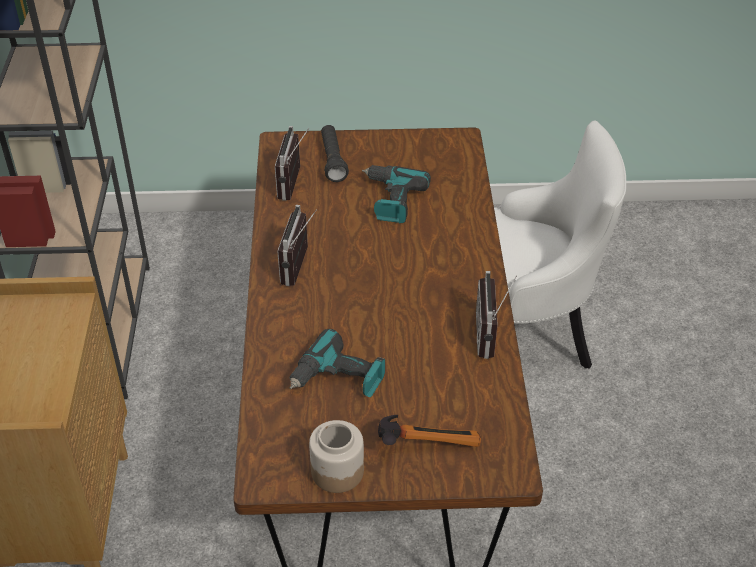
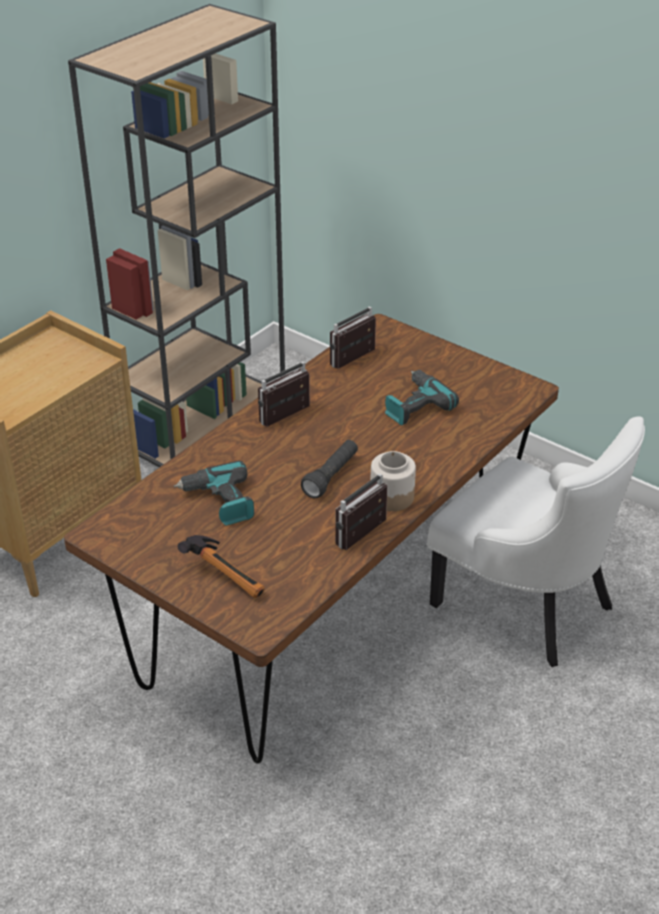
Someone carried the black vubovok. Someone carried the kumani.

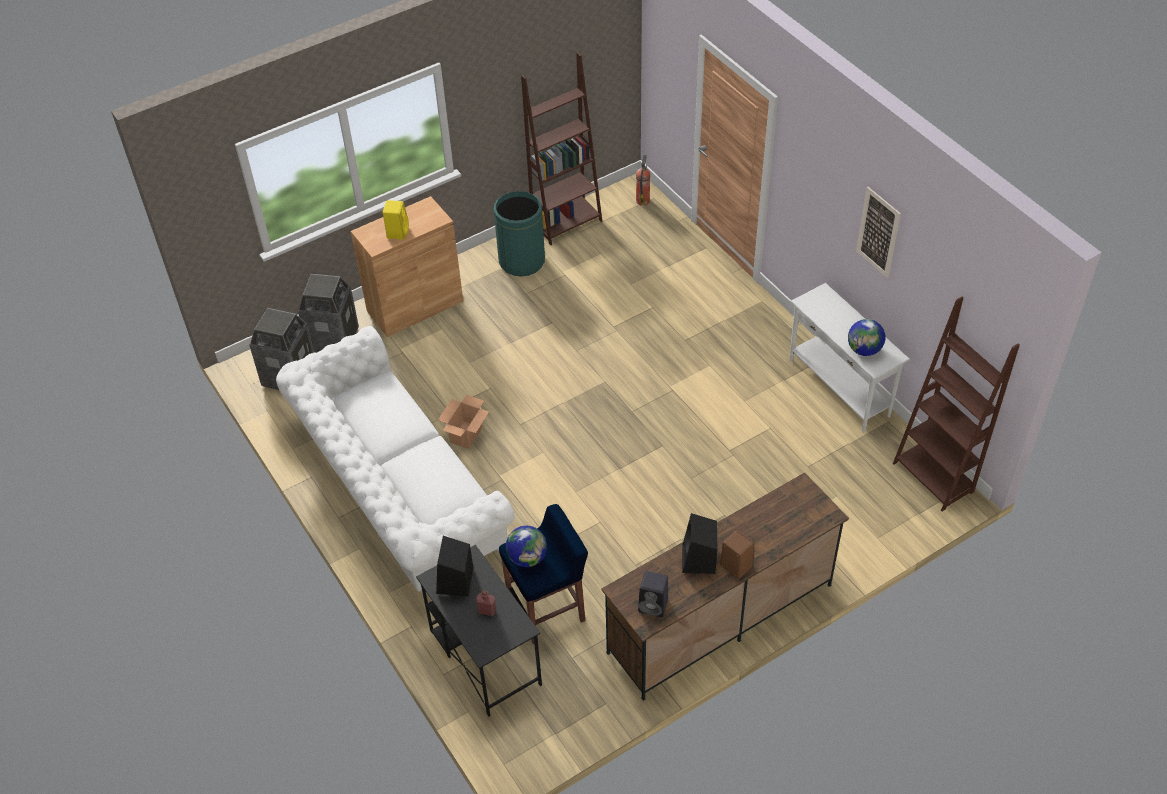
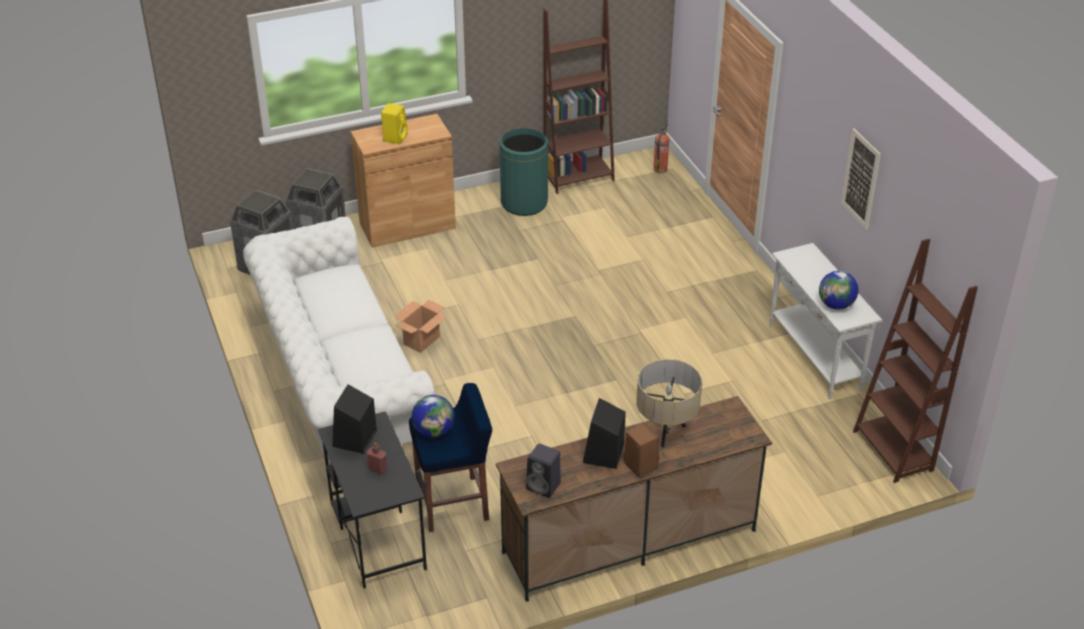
Someone put down the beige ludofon.

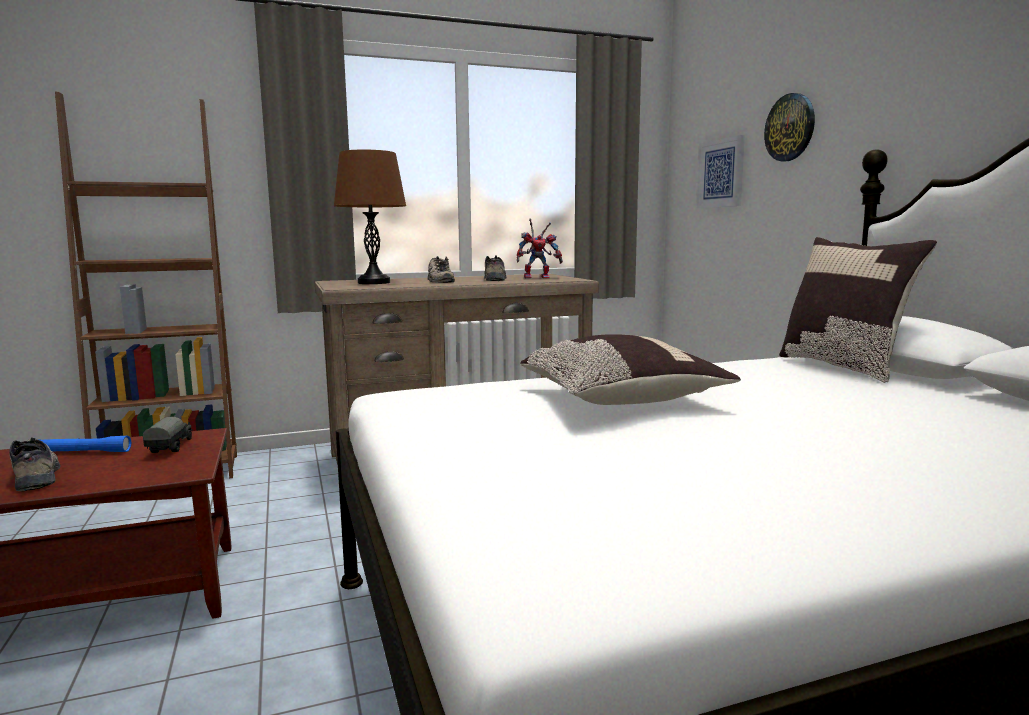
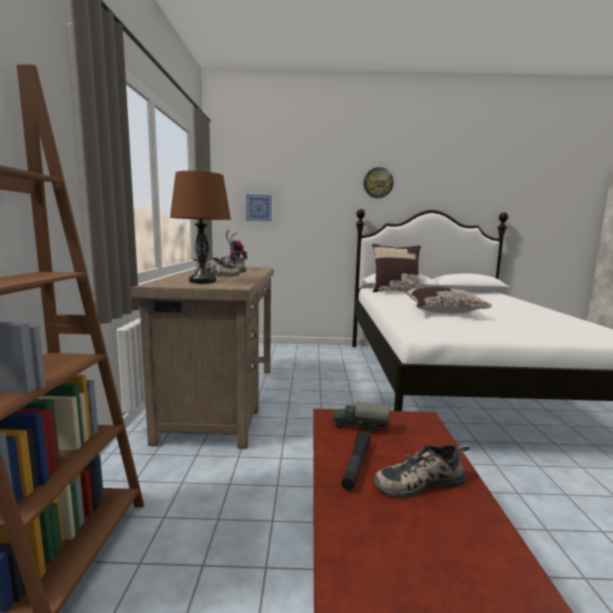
Someone repainted the blue vubovok, which became the black vubovok. Someone carried the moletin.

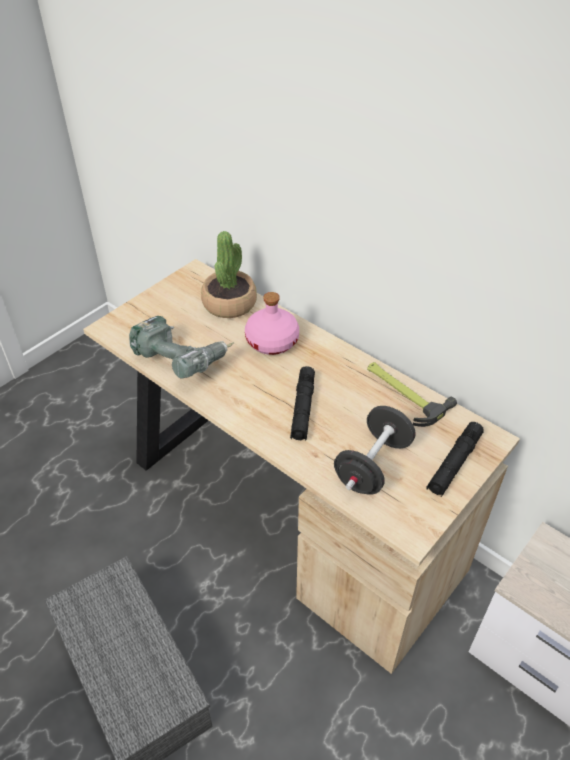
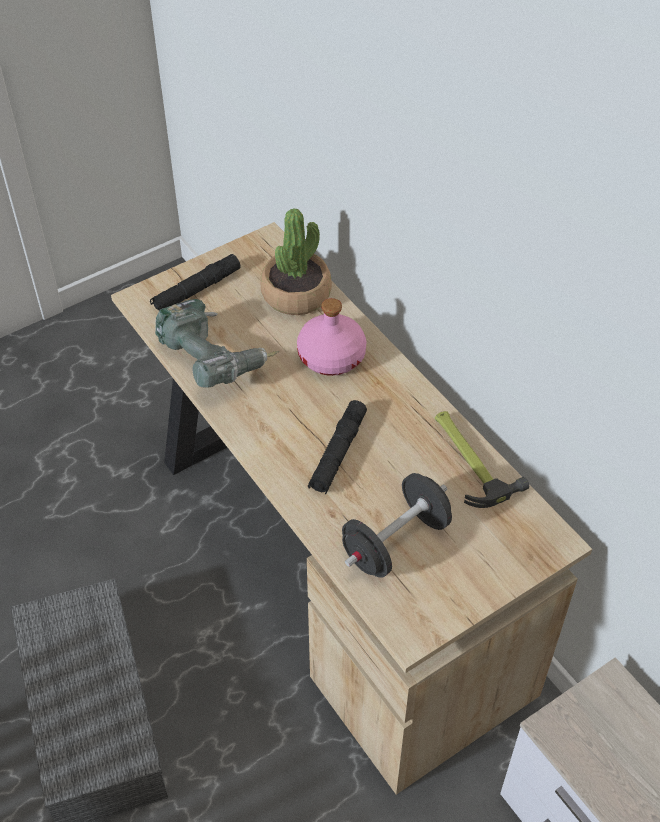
Someone carried the black vubovok (no. 2 from left in the first image).

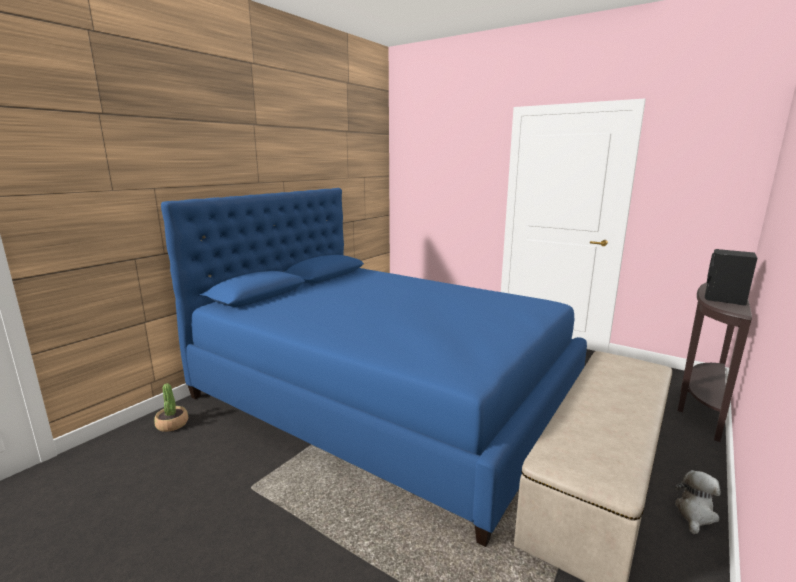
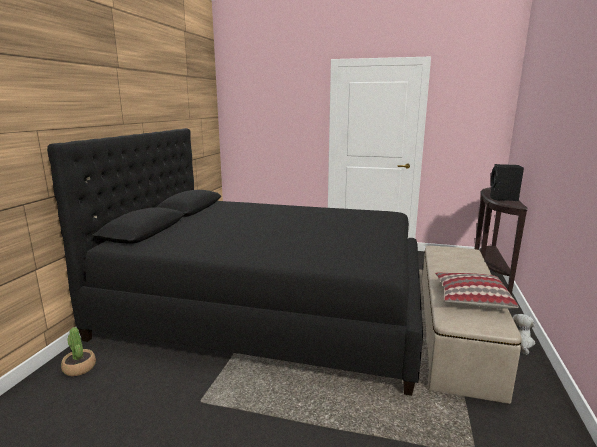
Someone repainted the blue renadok, which became the black renadok. Someone put down the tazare.

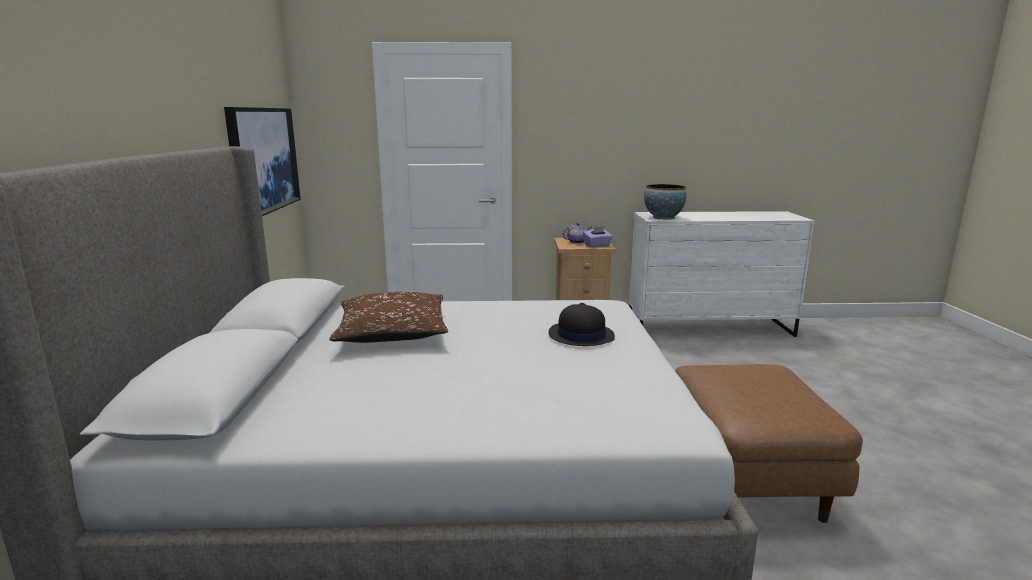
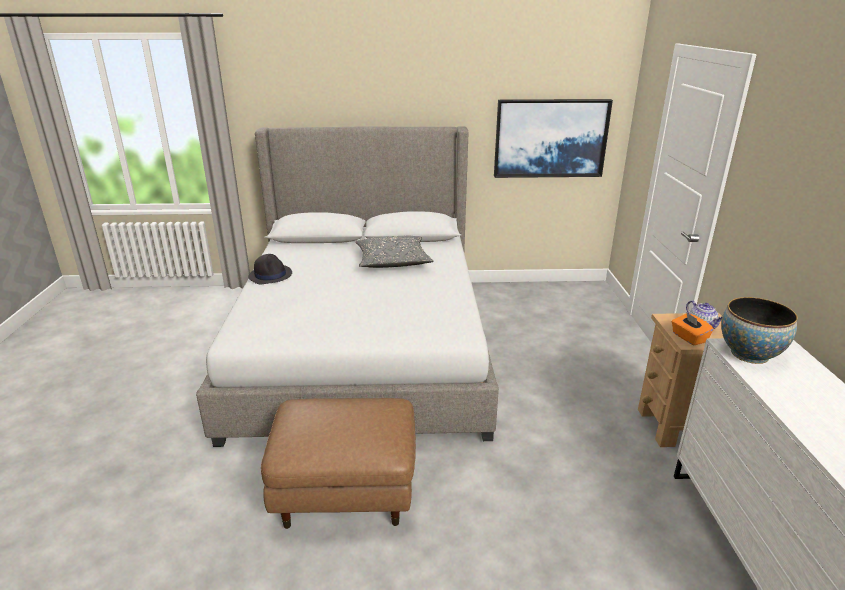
Someone carried the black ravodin. Someone repainted the brown tazare, which became the grey tazare. Someone repainted the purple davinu, which became the orange davinu.

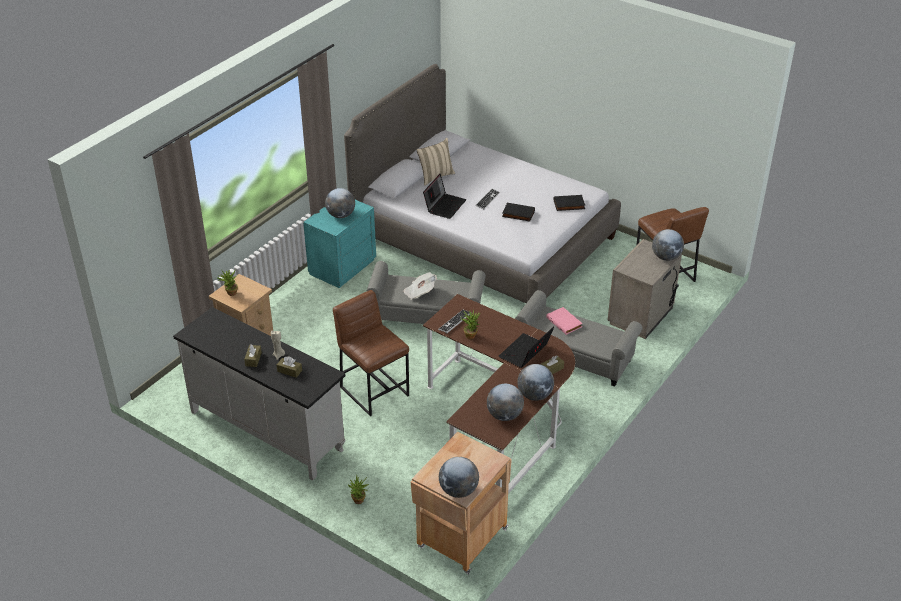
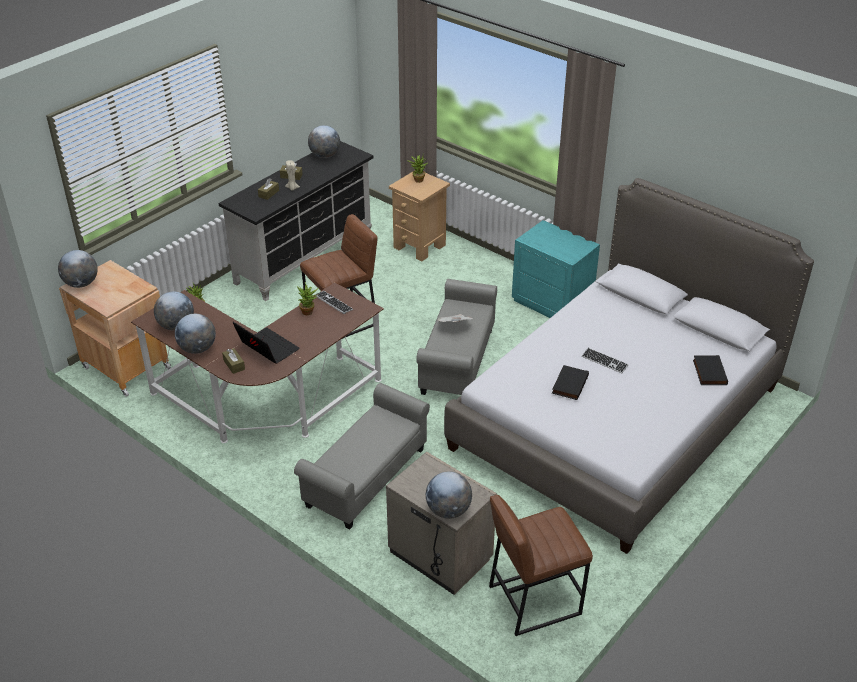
Someone carried the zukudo (no. 1 from left in the first image). Someone carried the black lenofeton (no. 2 from left). Someone took away the beige tazare. Someone took away the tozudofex (no. 1 from left). Someone took away the pink lenofeton.

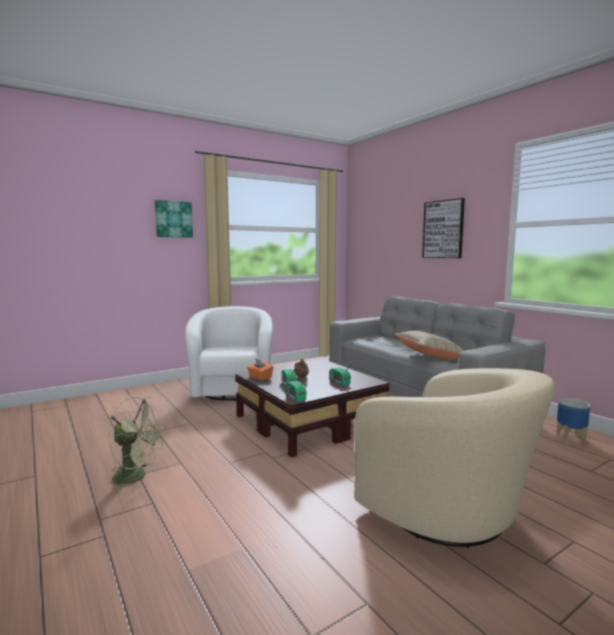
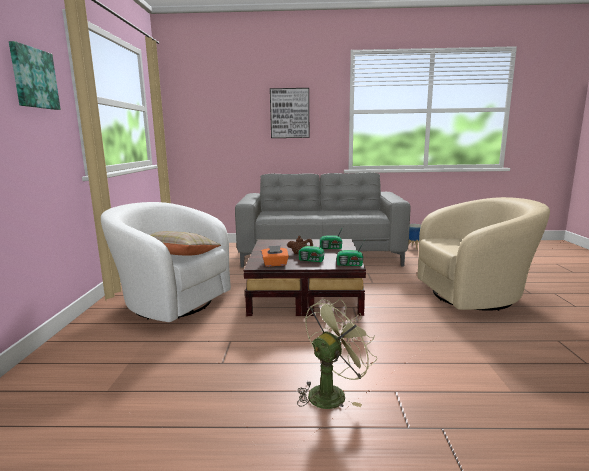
Someone carried the beige tazare.

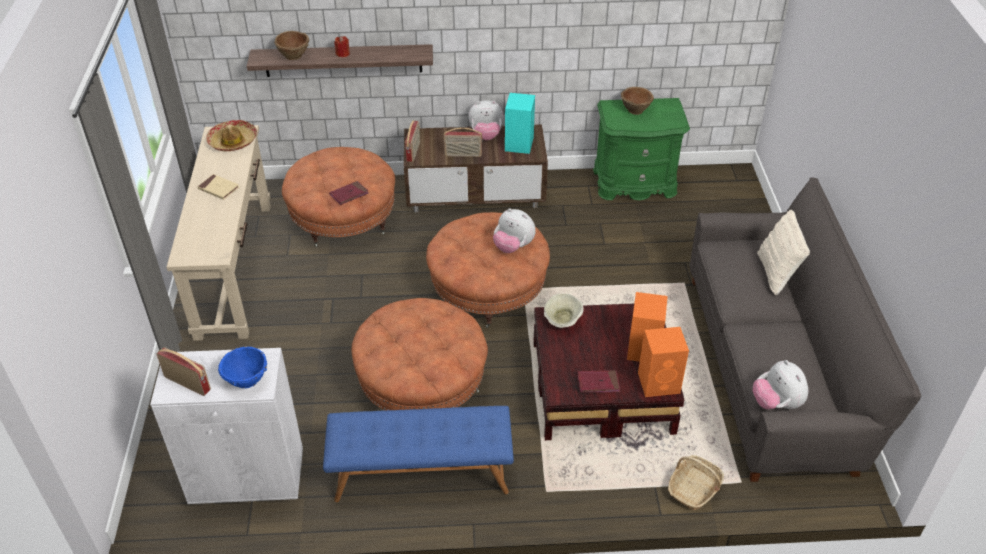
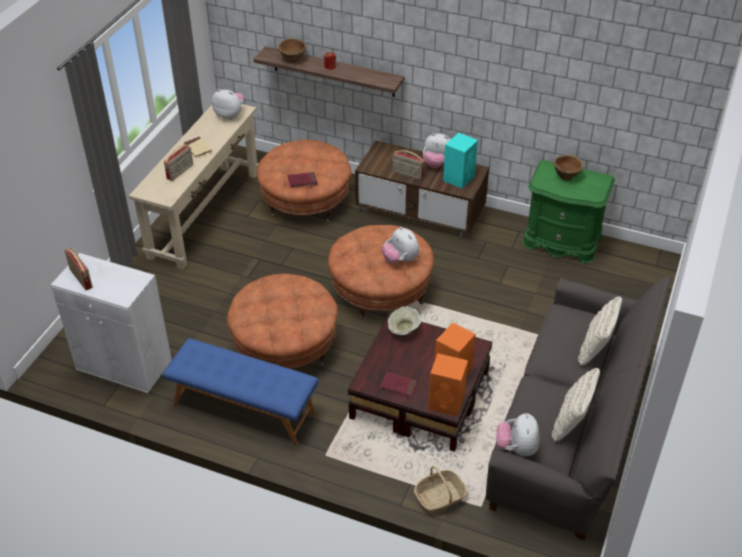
Someone carried the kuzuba (no. 2 from left). Someone swapped the ravodin for the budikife (no. 1 from left). Someone put down the beige tazare (no. 1 from left). Someone took away the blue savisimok.

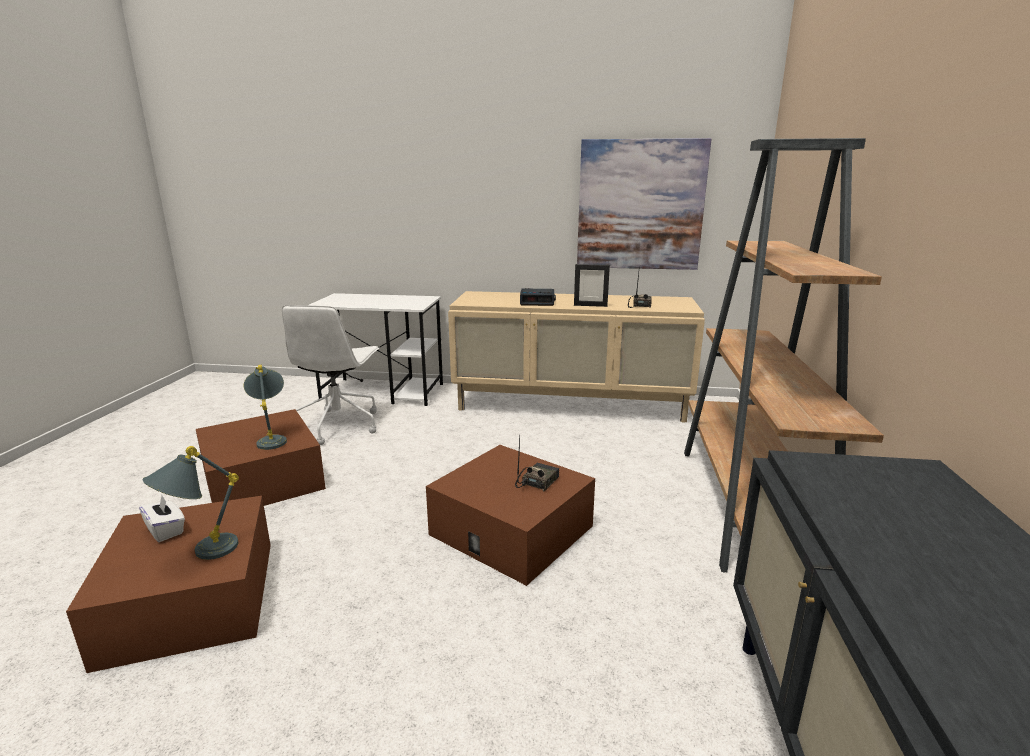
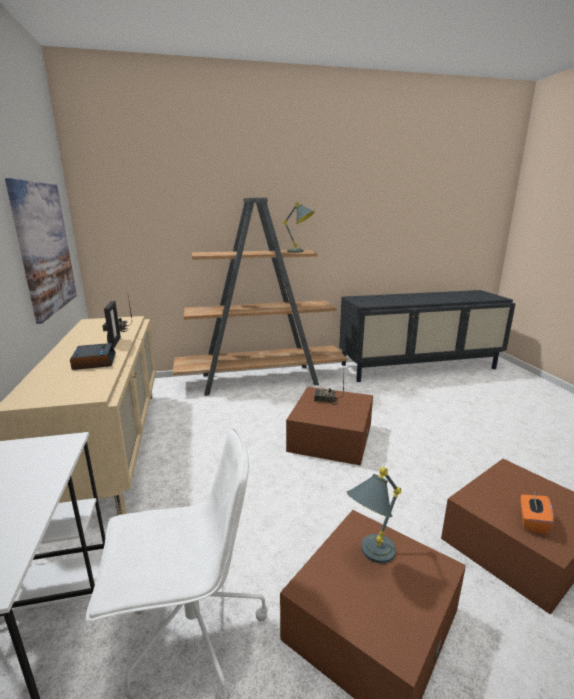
Someone carried the grey ludofon (no. 1 from left). Someone repainted the white davinu, which became the orange davinu.

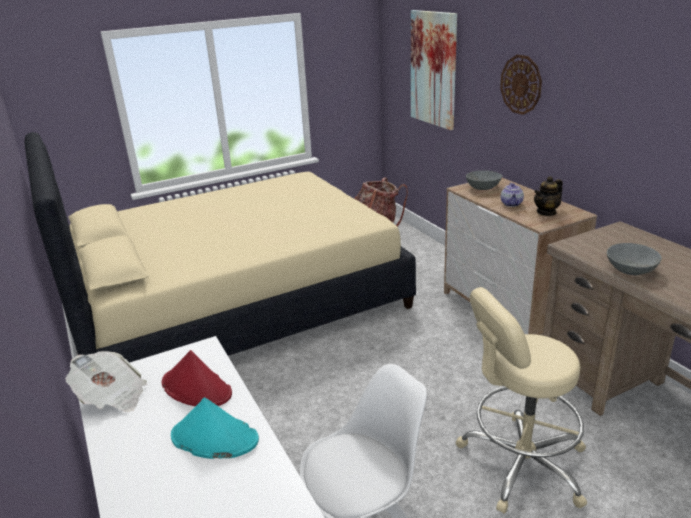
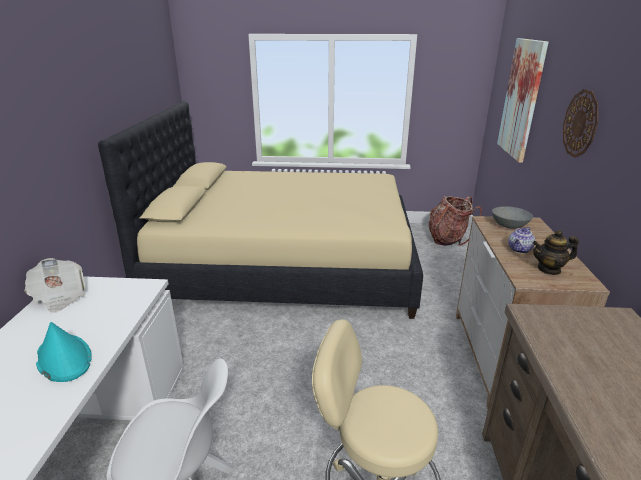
Someone took away the red ravodin. Someone took away the grey savisimok (no. 2 from left).

